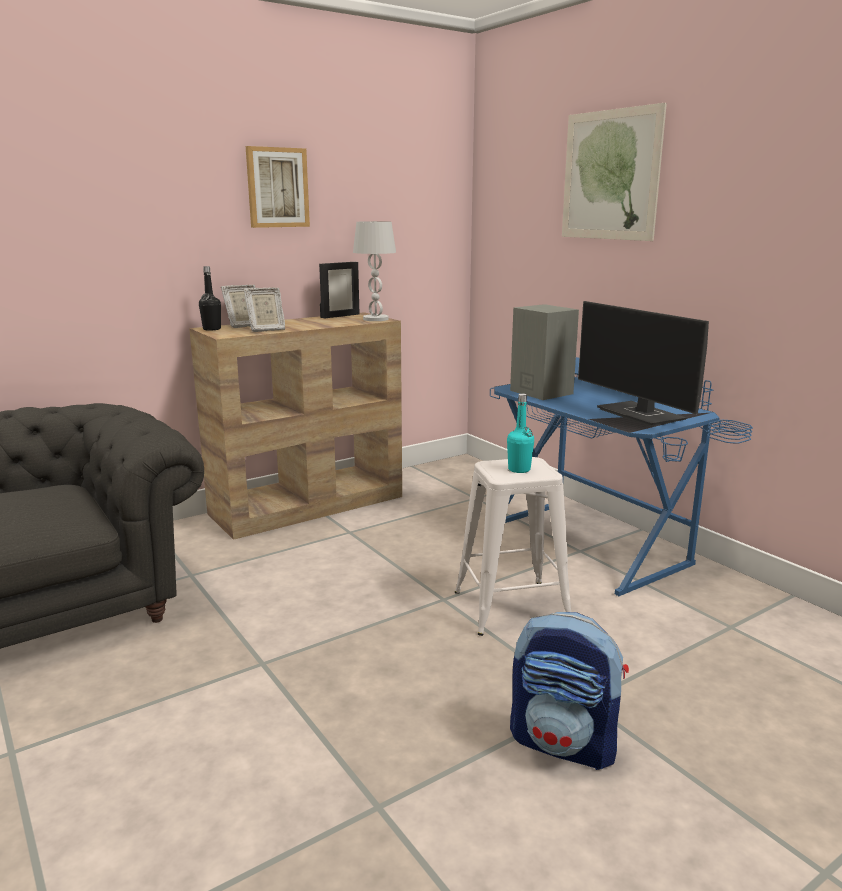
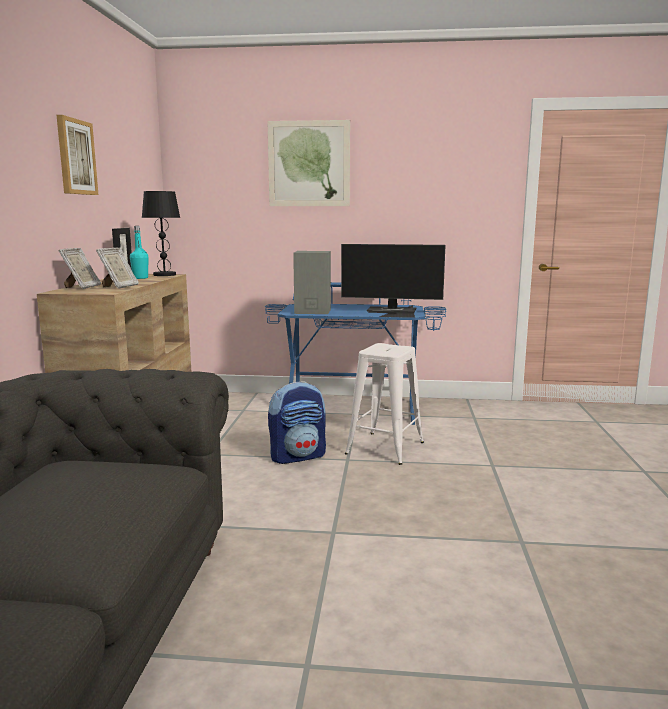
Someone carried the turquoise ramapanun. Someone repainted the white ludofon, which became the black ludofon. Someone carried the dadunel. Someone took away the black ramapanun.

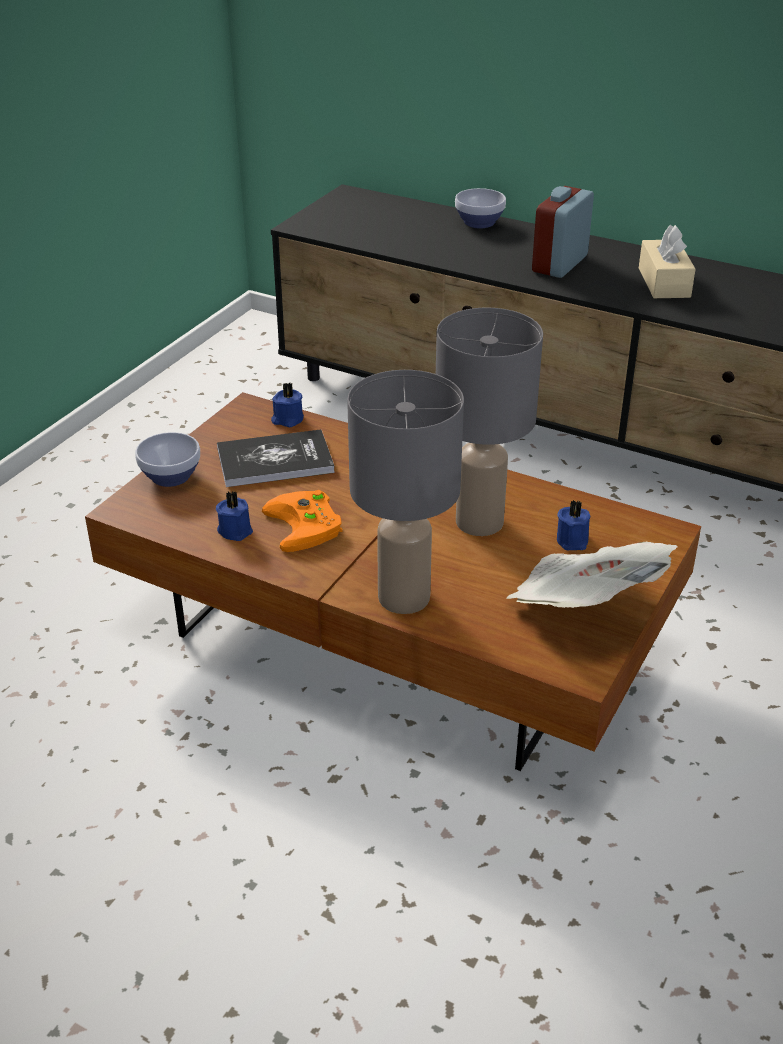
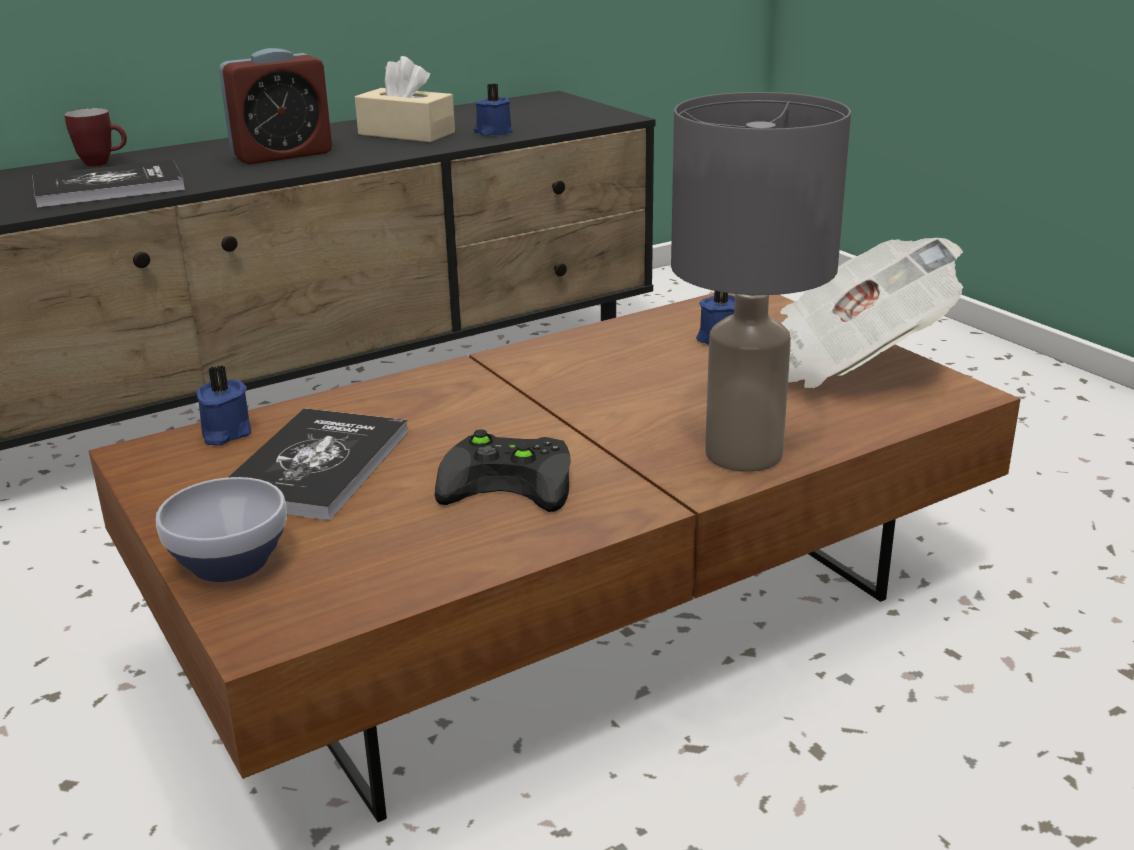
Someone put down the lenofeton (no. 1 from left). Someone swapped the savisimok (no. 2 from left) for the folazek. Someone rotated the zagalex by 90 degrees counterclockwise. Someone repainted the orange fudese, which became the black fudese. Someone carried the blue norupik (no. 1 from left in the first image). Someone took away the grey ludofon (no. 2 from left).

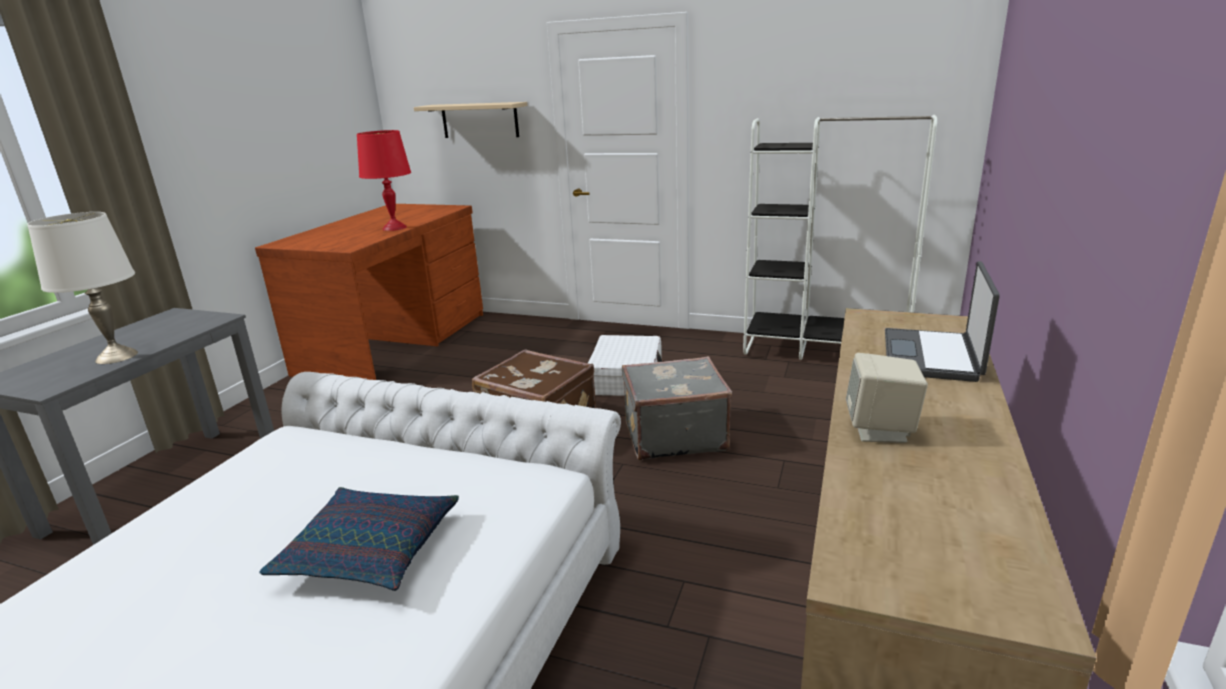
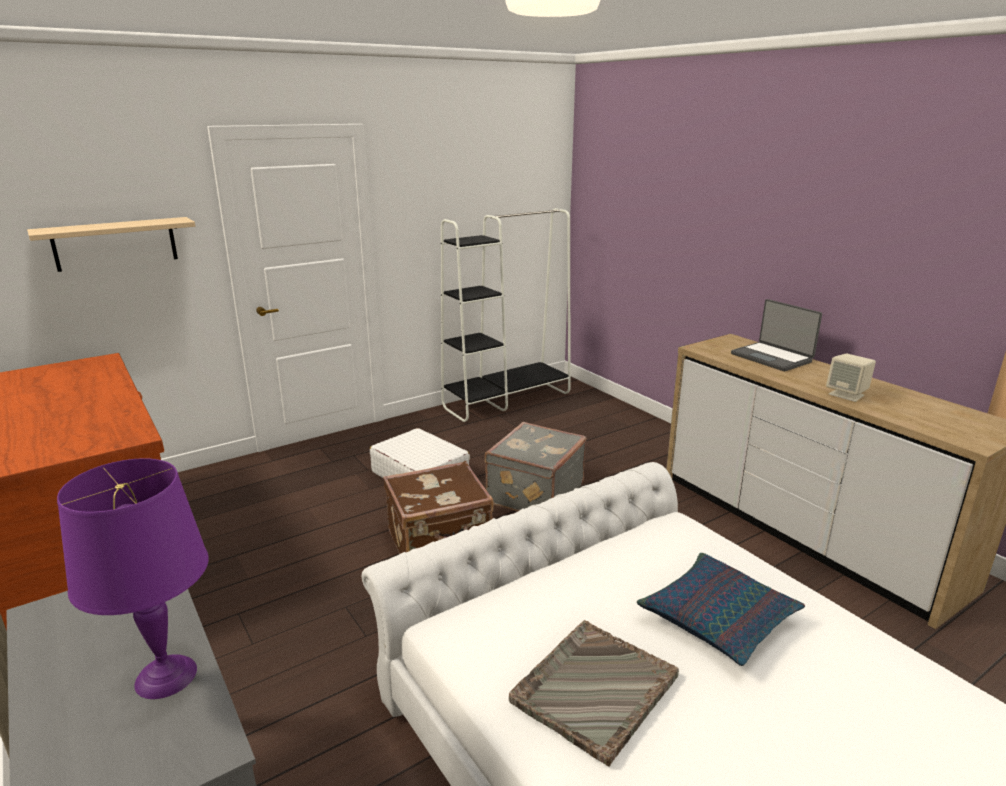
Someone repainted the white ludofon, which became the purple ludofon. Someone put down the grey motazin. Someone took away the red ludofon.

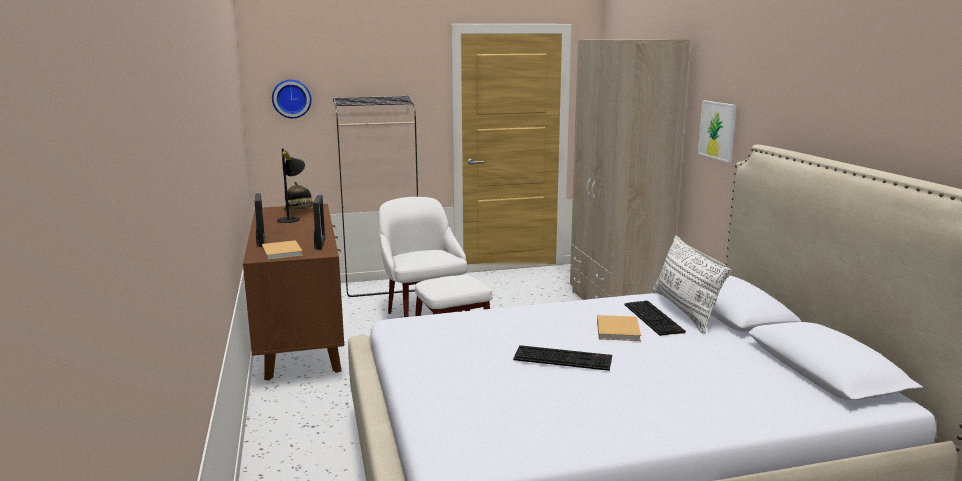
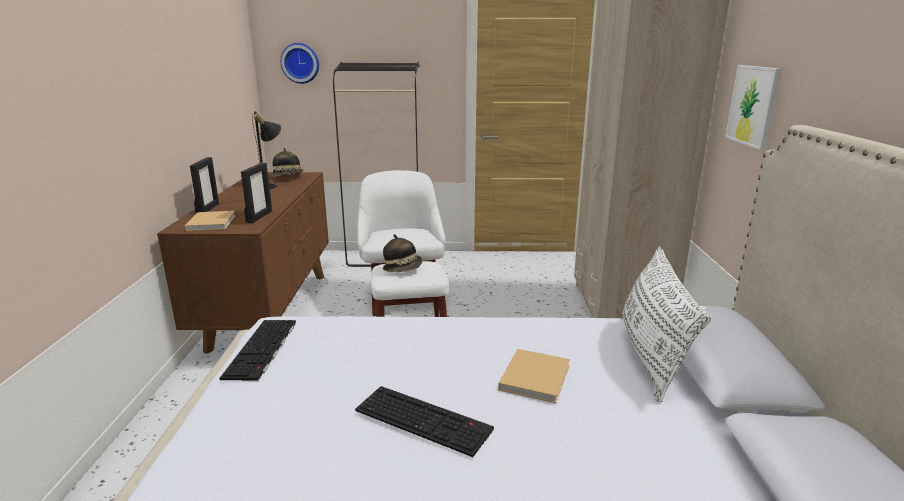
Someone carried the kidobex (no. 2 from left in the first image). Someone put down the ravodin (no. 2 from left).

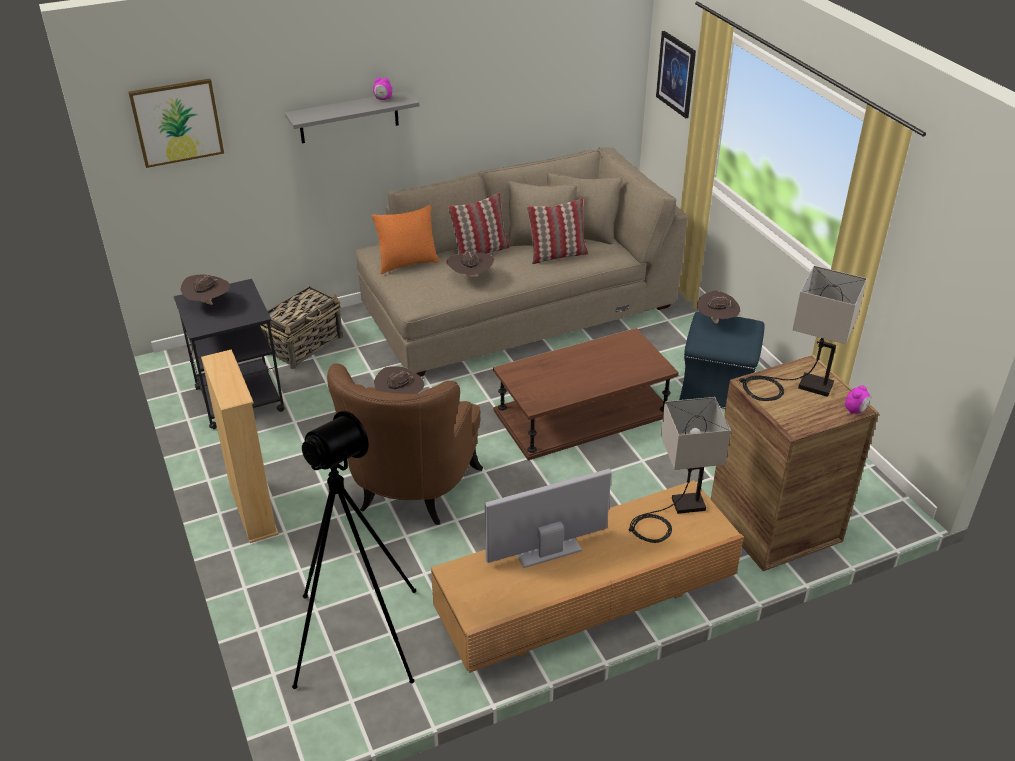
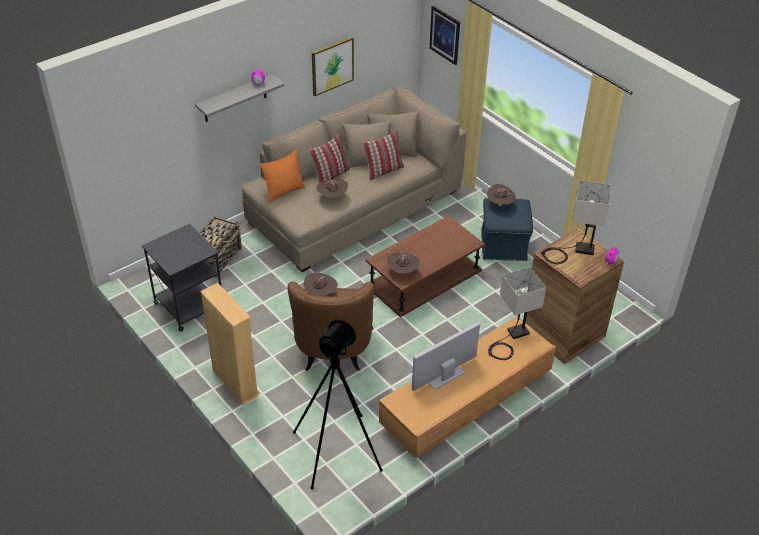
Someone carried the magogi (no. 1 from left). Someone carried the brown ravodin (no. 1 from left in the first image).

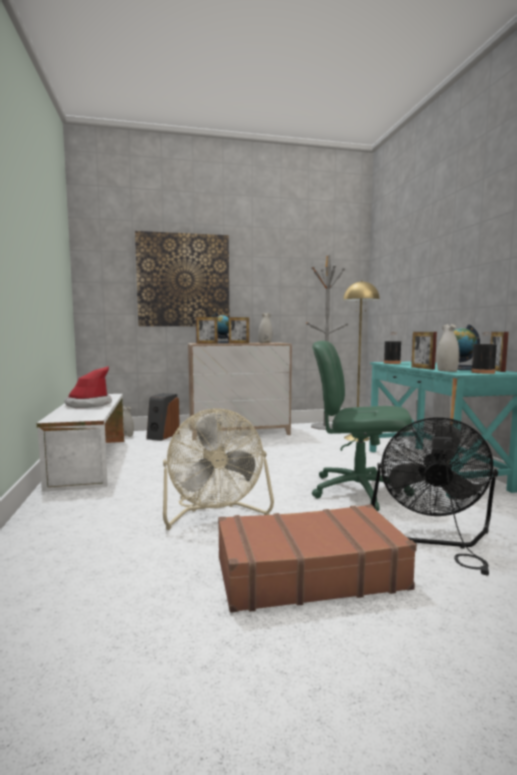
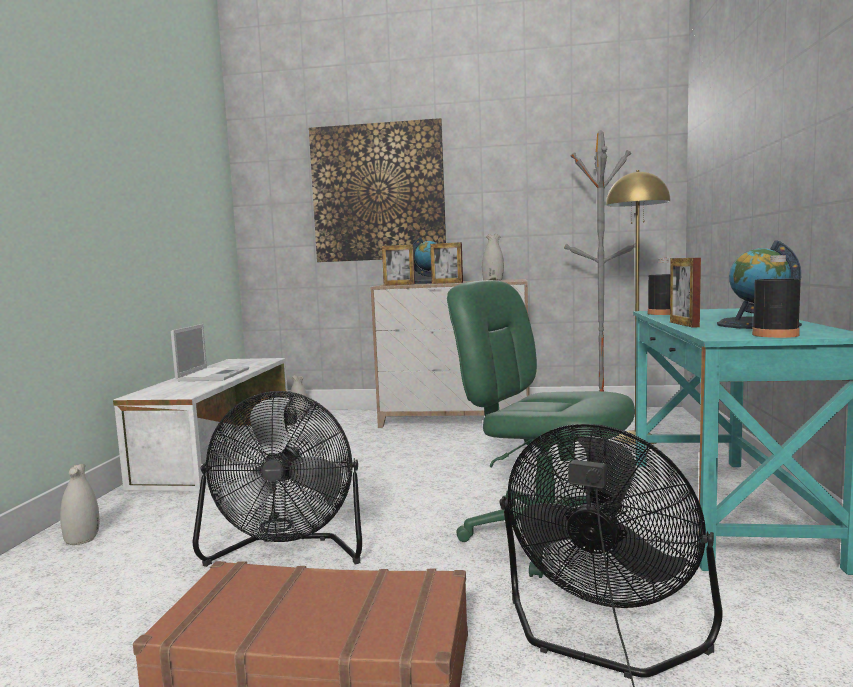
Someone carried the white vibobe (no. 3 from left in the first image). Someone swapped the ravodin for the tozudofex. Someone repainted the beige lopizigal, which became the black lopizigal (no. 1 from left). Someone took away the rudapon. Someone took away the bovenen (no. 4 from left).

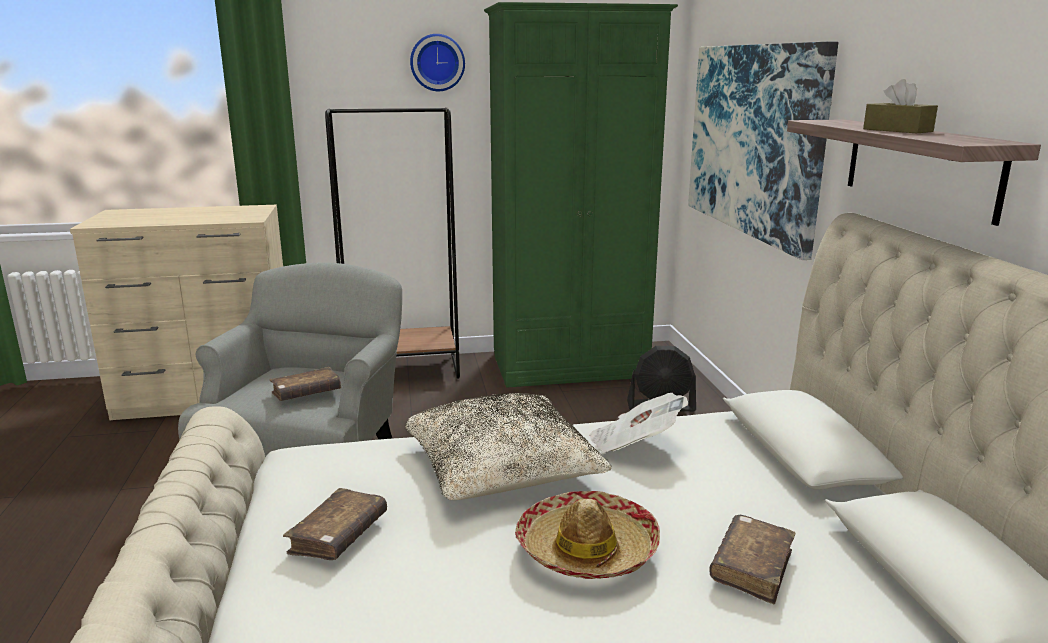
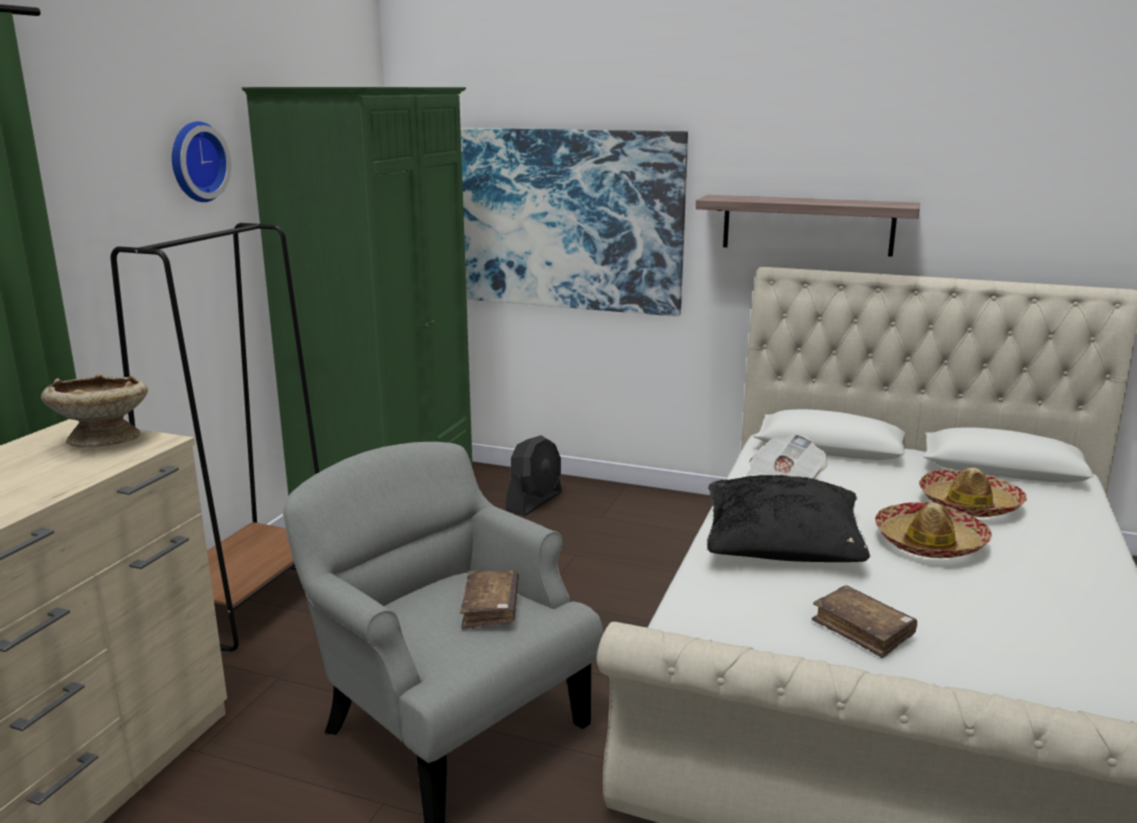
Someone put down the beige savisimok. Someone repainted the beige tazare, which became the black tazare. Someone swapped the brown lenofeton (no. 3 from left) for the ravodin (no. 2 from left). Someone took away the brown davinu.

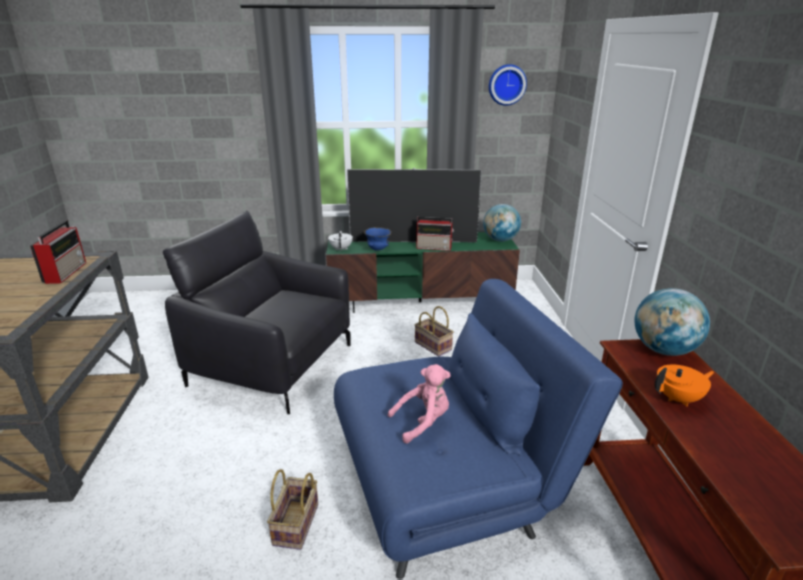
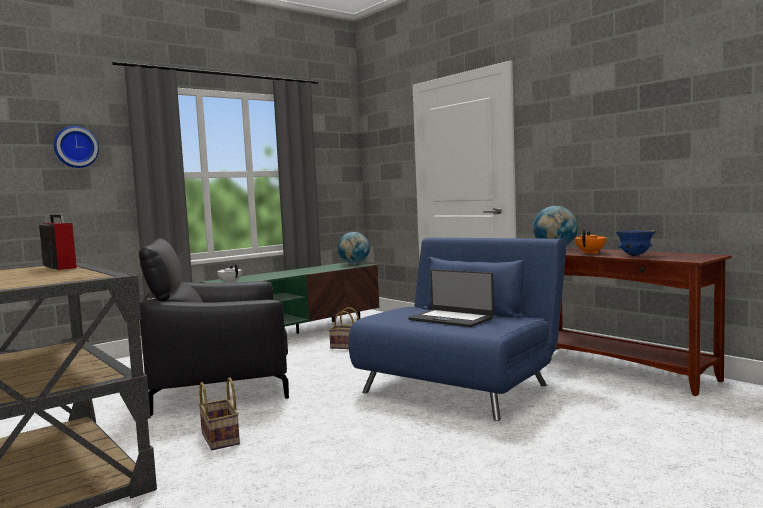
Someone carried the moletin. Someone carried the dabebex (no. 1 from left). Someone swapped the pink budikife for the tozudofex. Someone carried the blue savisimok. Someone took away the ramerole. Someone took away the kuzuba (no. 2 from left).

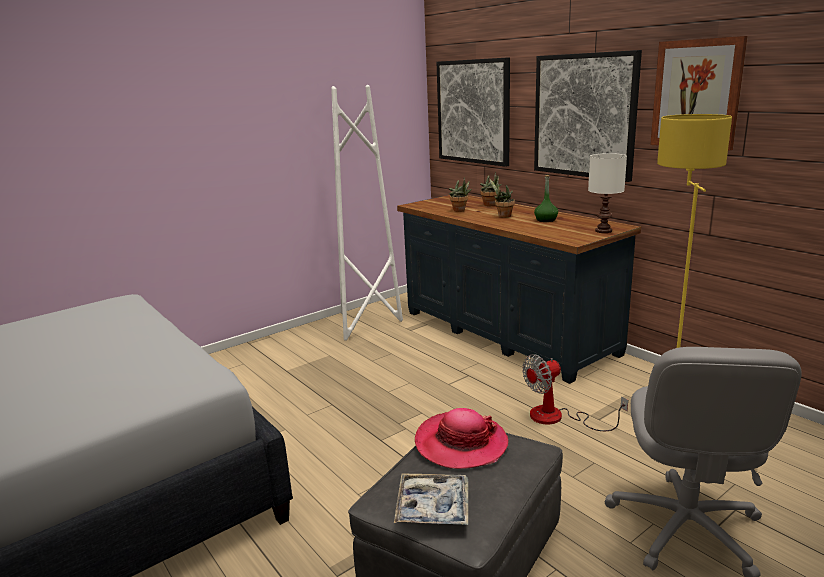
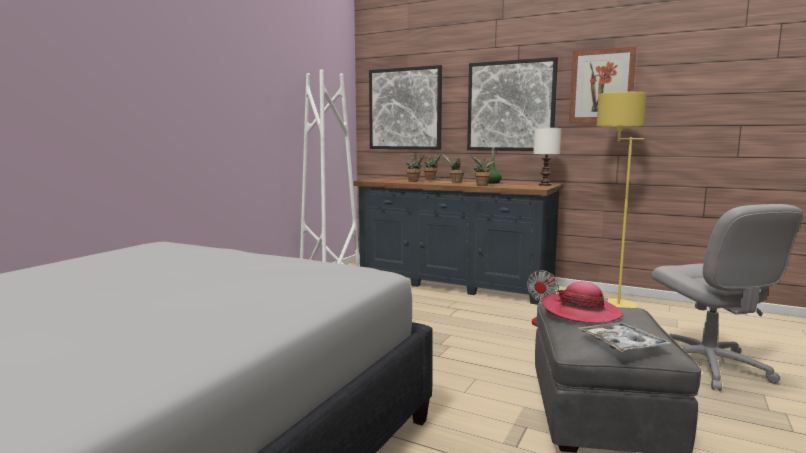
Someone put down the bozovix (no. 4 from left).

